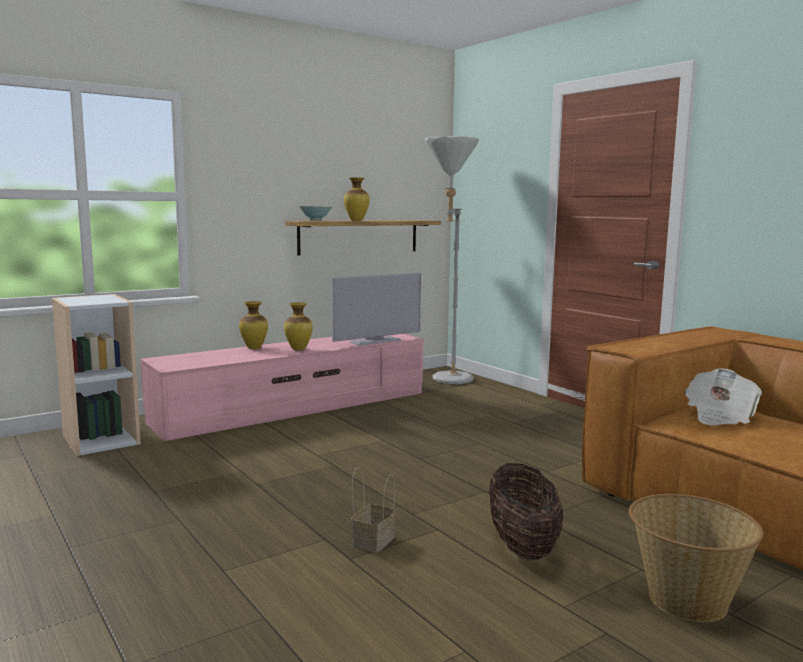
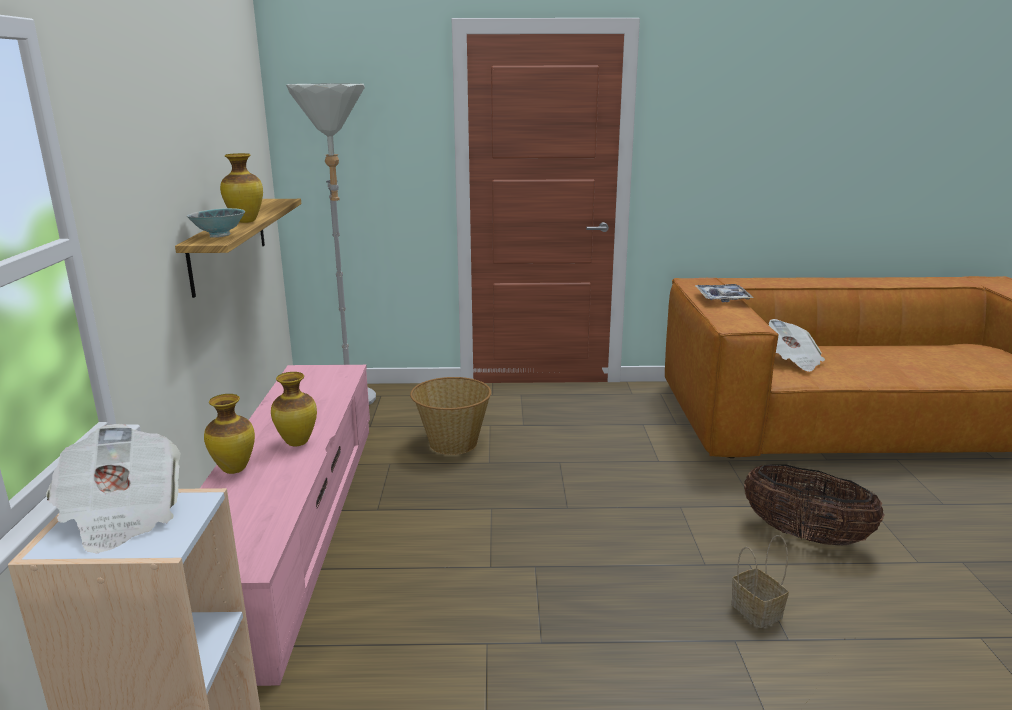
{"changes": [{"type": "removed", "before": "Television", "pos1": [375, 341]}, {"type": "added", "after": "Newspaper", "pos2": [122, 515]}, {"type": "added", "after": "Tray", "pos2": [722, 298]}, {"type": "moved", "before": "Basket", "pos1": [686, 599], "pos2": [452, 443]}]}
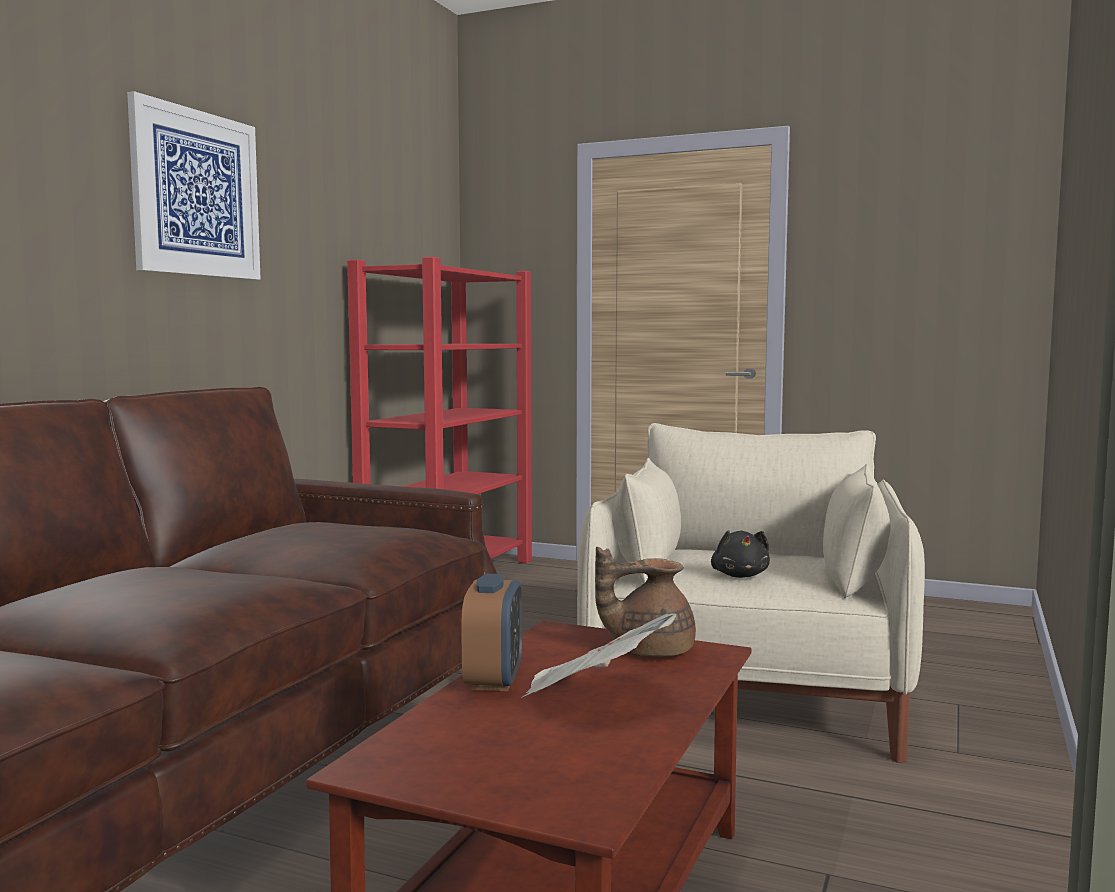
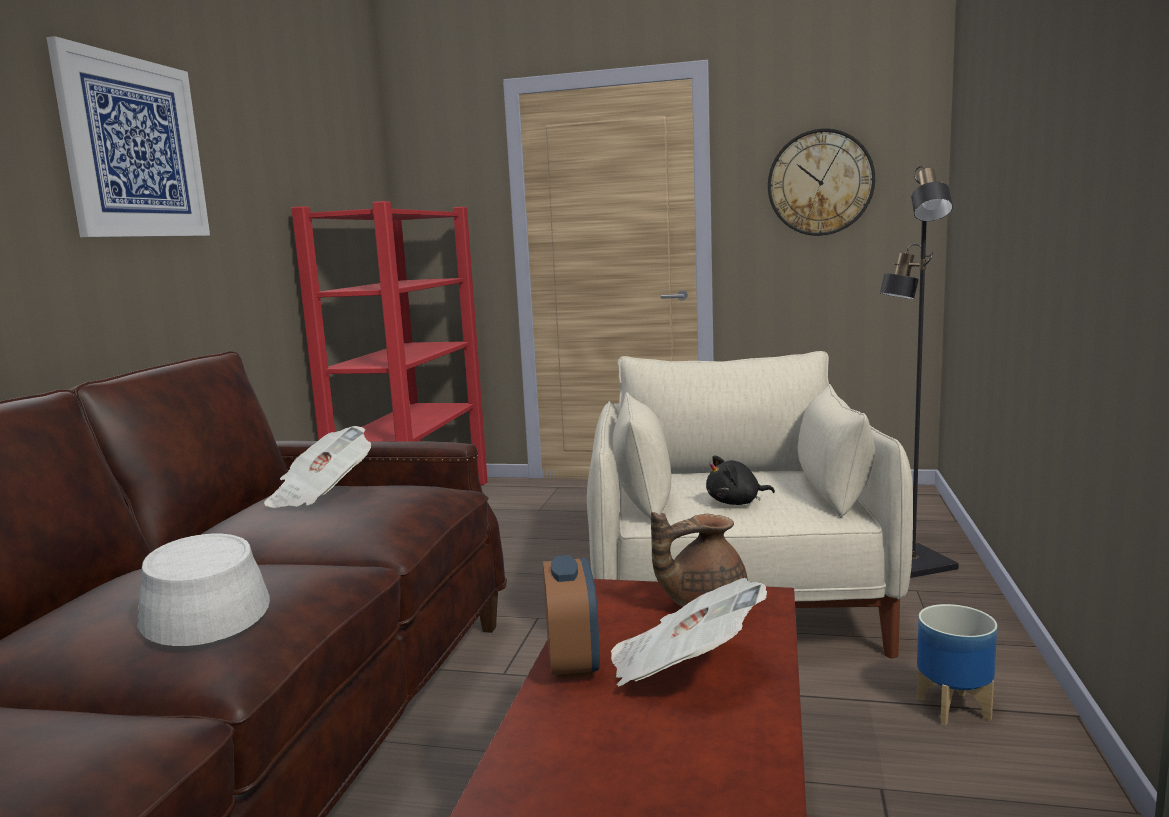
{"changes": [{"type": "added", "after": "GreyHat", "pos2": [203, 607]}, {"type": "added", "after": "Newspaper", "pos2": [321, 495]}, {"type": "added", "after": "WallClock", "pos2": [820, 183]}, {"type": "added", "after": "BlackFloorLamp", "pos2": [912, 563]}, {"type": "added", "after": "Planter", "pos2": [954, 708]}, {"type": "turned", "before": "BlackPlushToy", "pos1": [739, 575], "pos2": [736, 502], "turn": 90}]}
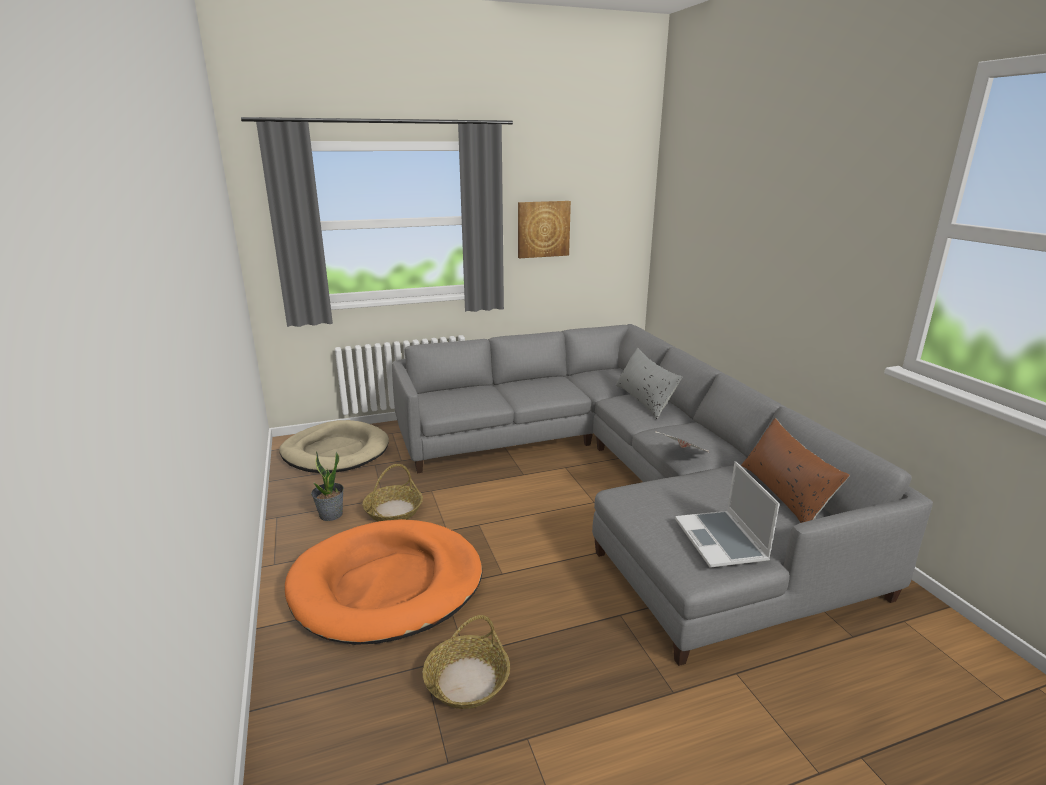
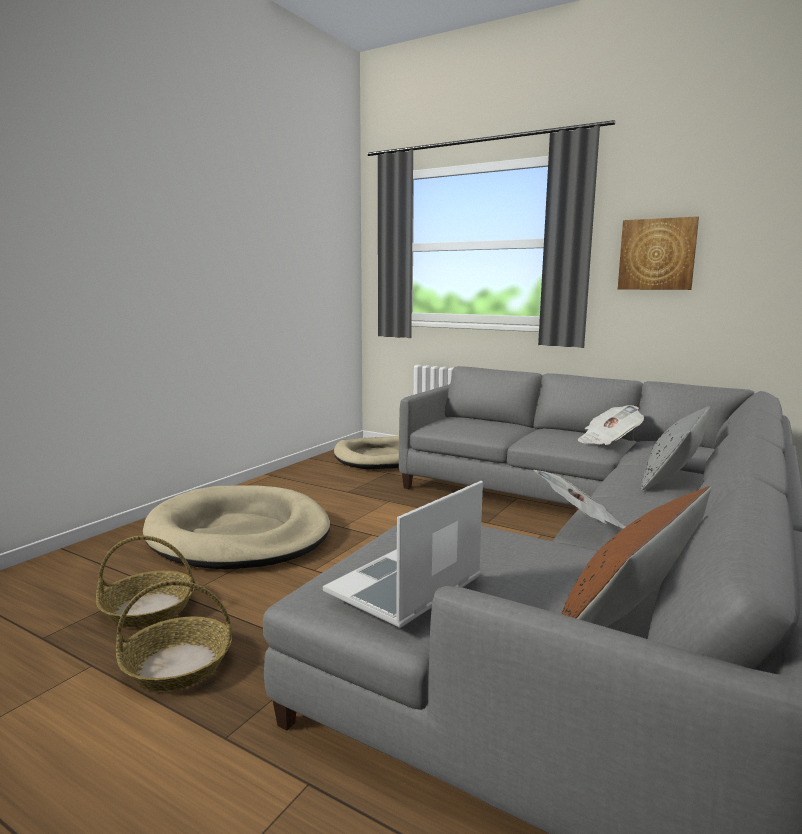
{"changes": [{"type": "removed", "before": "PottedPlant", "pos1": [331, 515]}, {"type": "added", "after": "Newspaper", "pos2": [608, 441]}, {"type": "moved", "before": "Basket", "pos1": [394, 510], "pos2": [178, 665]}, {"type": "recoloured", "before": "OrangeDogBed", "after": "BeigeDogBed", "pos1": [387, 585], "pos2": [239, 534]}]}
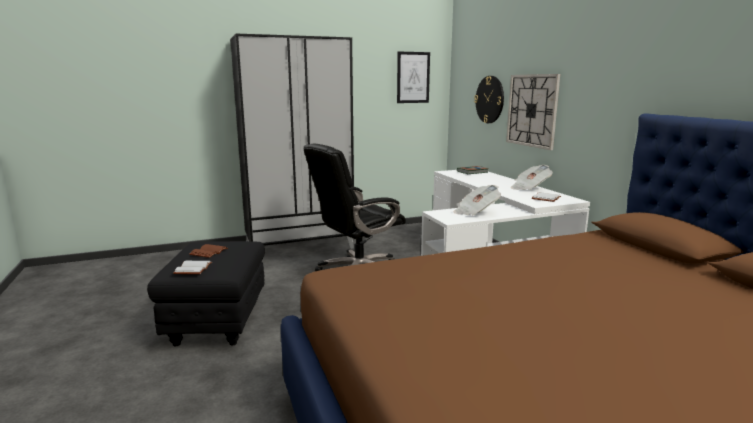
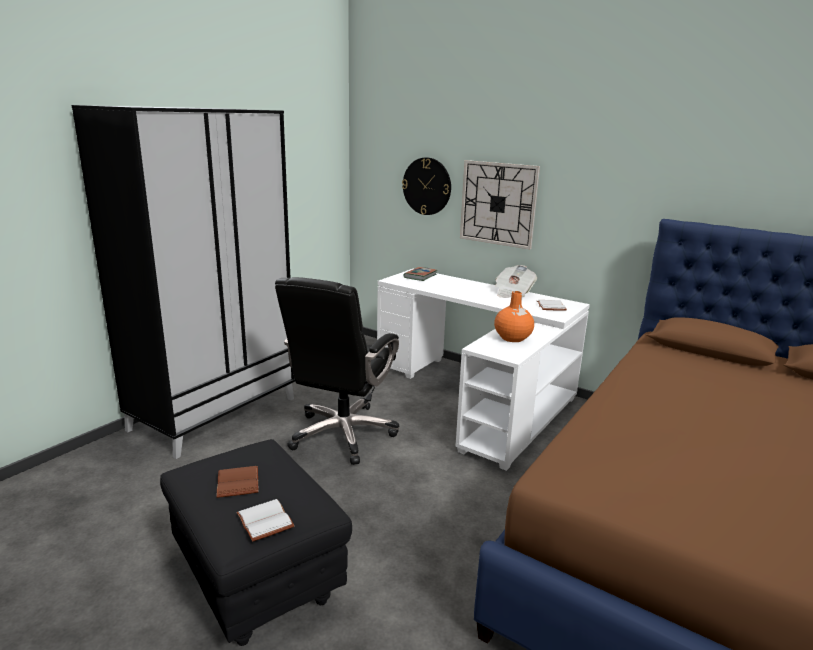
{"changes": [{"type": "removed", "before": "Picture", "pos1": [413, 77]}, {"type": "replaced", "before": "Newspaper", "after": "OrangeVase", "pos1": [475, 212], "pos2": [512, 338]}]}
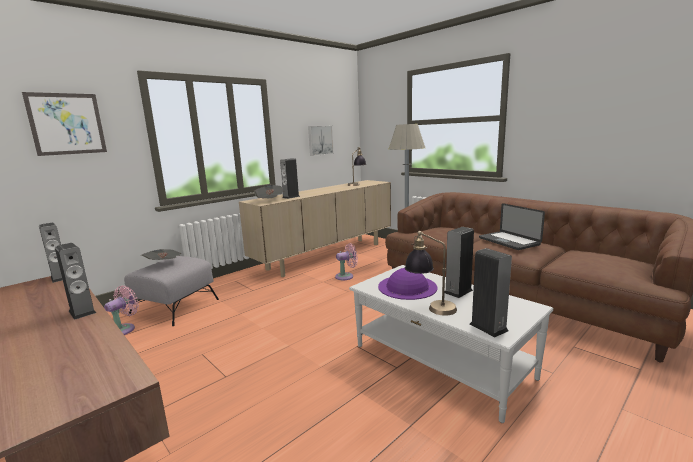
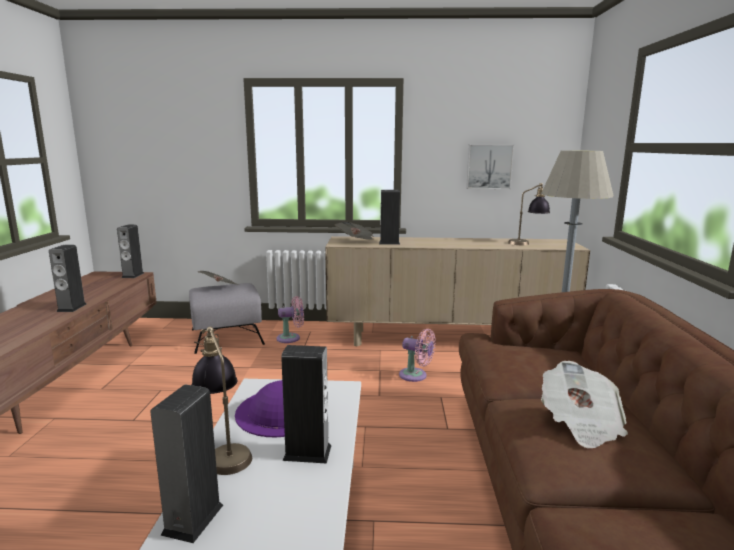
{"changes": [{"type": "removed", "before": "Picture", "pos1": [67, 124]}, {"type": "moved", "before": "PinkFan", "pos1": [124, 329], "pos2": [291, 338]}, {"type": "replaced", "before": "Laptop", "after": "Newspaper", "pos1": [508, 241], "pos2": [580, 424]}]}
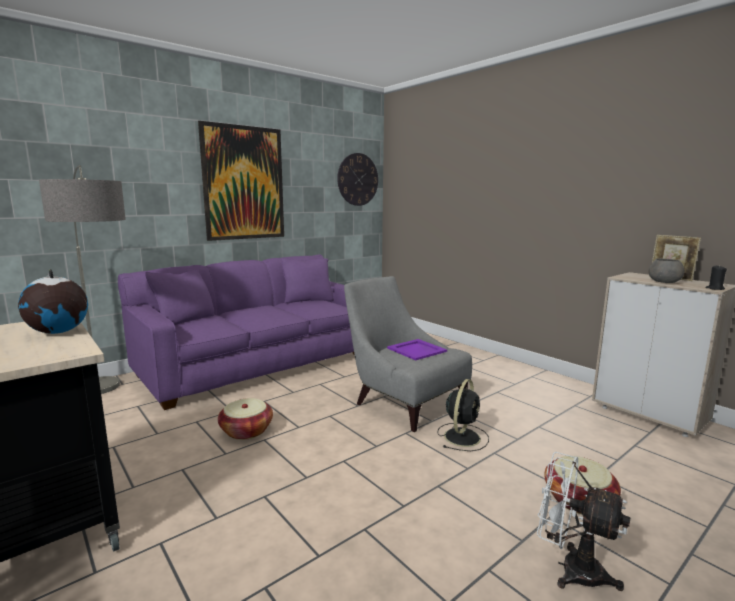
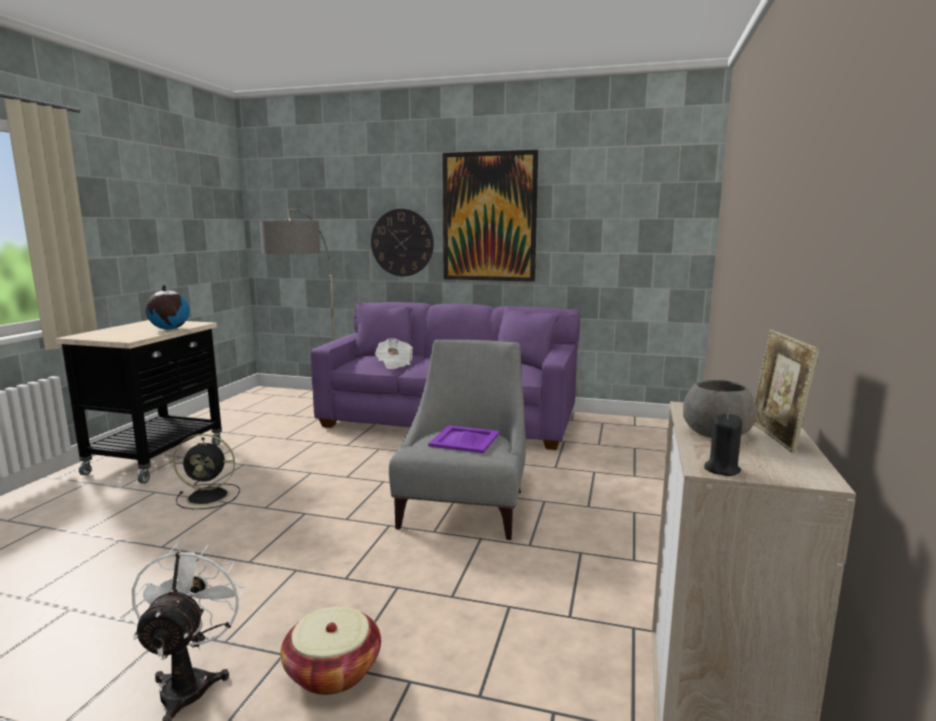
{"changes": [{"type": "removed", "before": "Basket", "pos1": [246, 431]}, {"type": "added", "after": "Newspaper", "pos2": [394, 364]}, {"type": "moved", "before": "WallClock", "pos1": [358, 179], "pos2": [402, 242]}, {"type": "moved", "before": "BlackFan", "pos1": [462, 436], "pos2": [210, 496]}]}
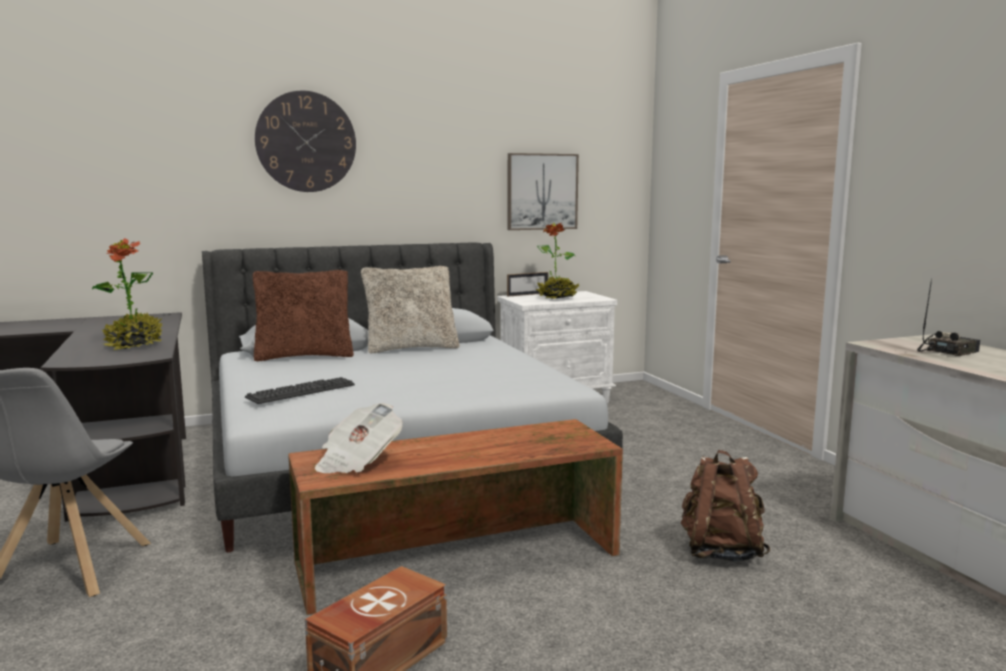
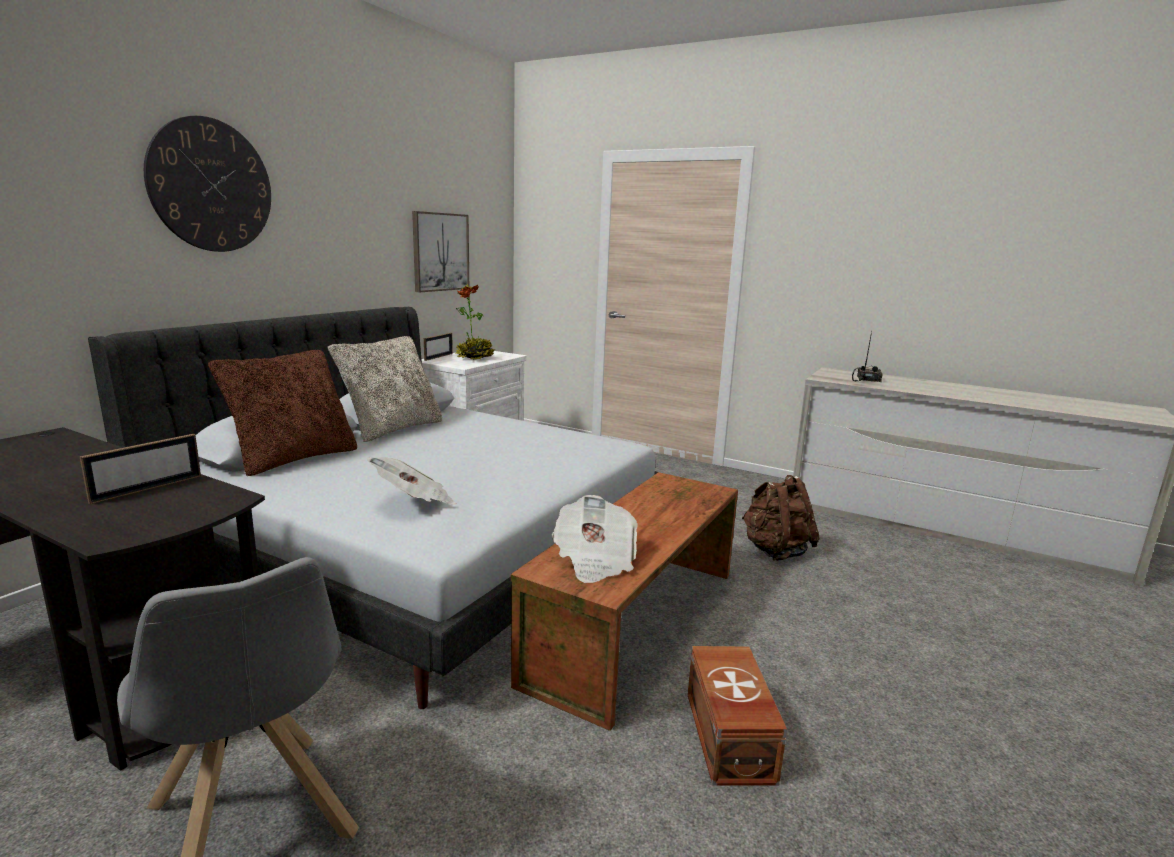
{"changes": [{"type": "replaced", "before": "PottedPlant", "after": "PictureFrame", "pos1": [134, 345], "pos2": [147, 489]}, {"type": "replaced", "before": "Keyboard", "after": "Newspaper", "pos1": [301, 391], "pos2": [414, 501]}]}
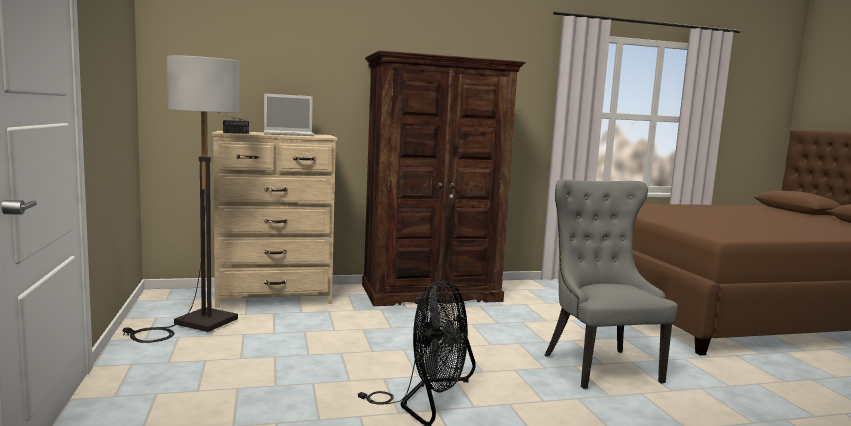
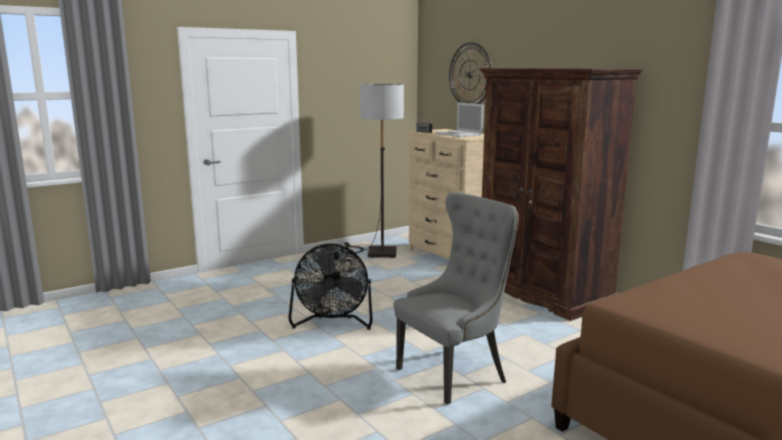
{"changes": [{"type": "added", "after": "WallClock", "pos2": [470, 75]}]}
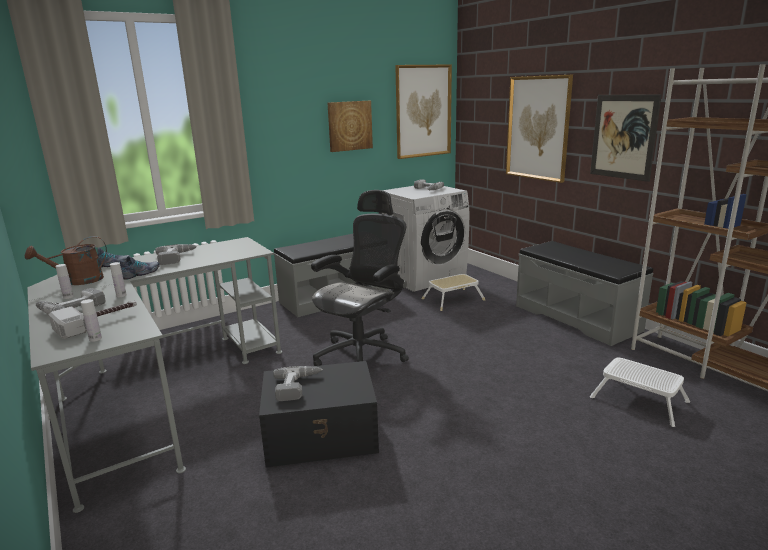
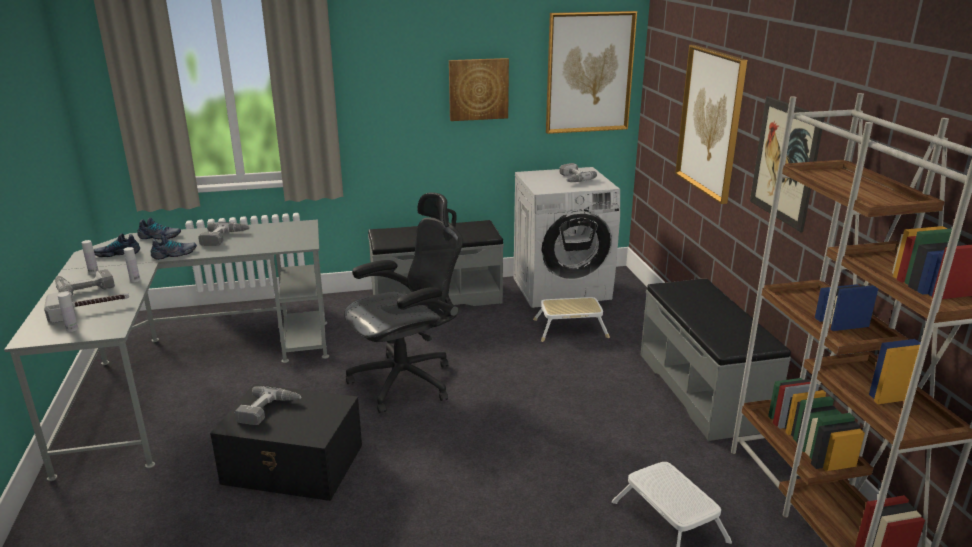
{"changes": [{"type": "replaced", "before": "BrownWateringCan", "after": "Shoe", "pos1": [78, 281], "pos2": [117, 253]}]}
